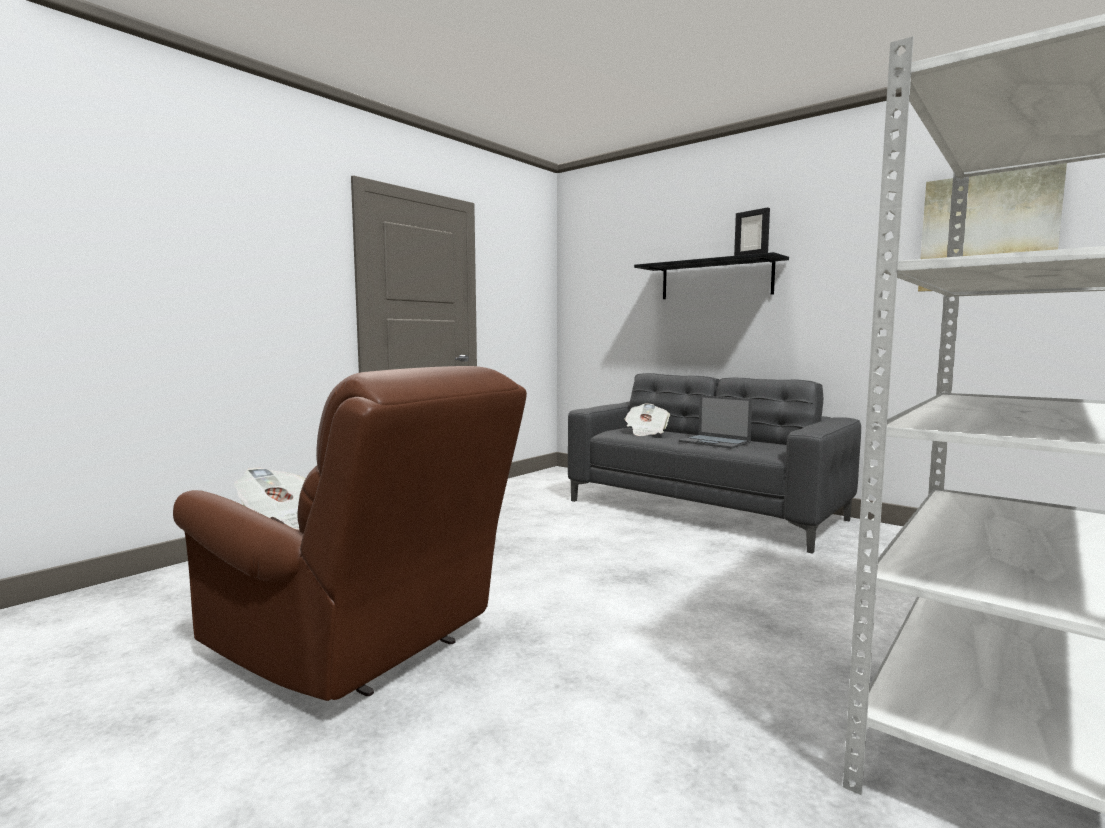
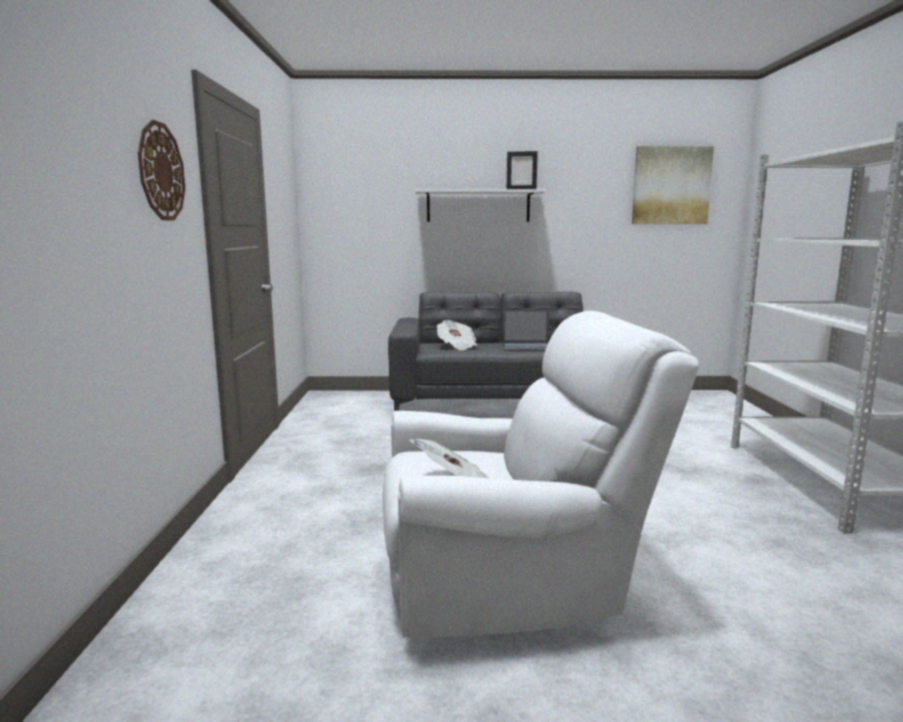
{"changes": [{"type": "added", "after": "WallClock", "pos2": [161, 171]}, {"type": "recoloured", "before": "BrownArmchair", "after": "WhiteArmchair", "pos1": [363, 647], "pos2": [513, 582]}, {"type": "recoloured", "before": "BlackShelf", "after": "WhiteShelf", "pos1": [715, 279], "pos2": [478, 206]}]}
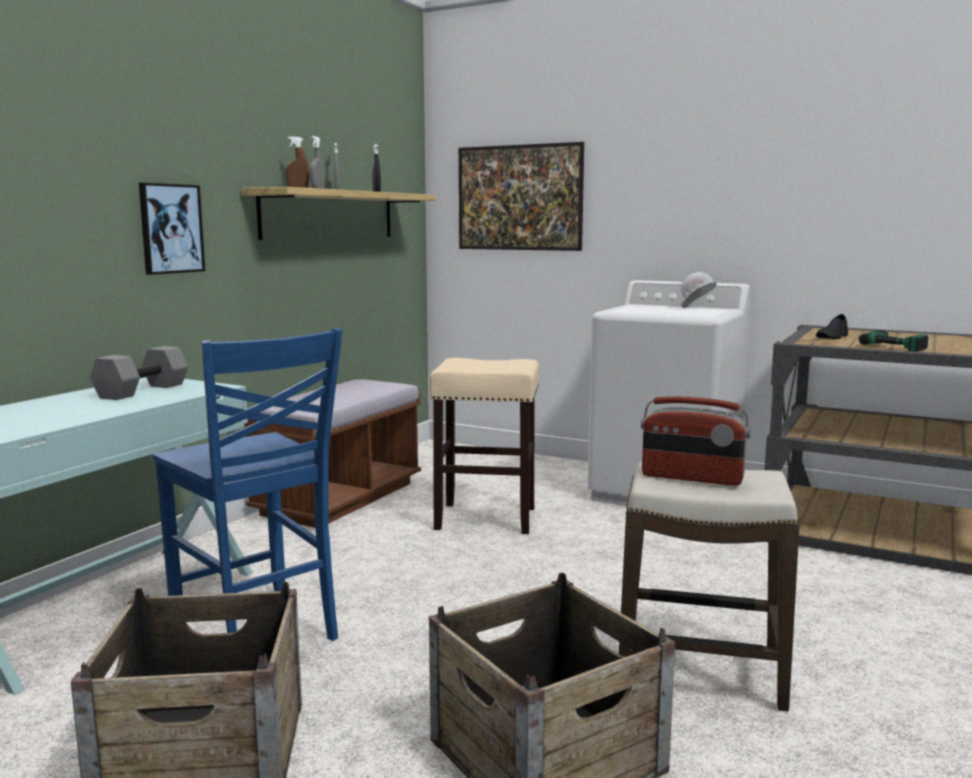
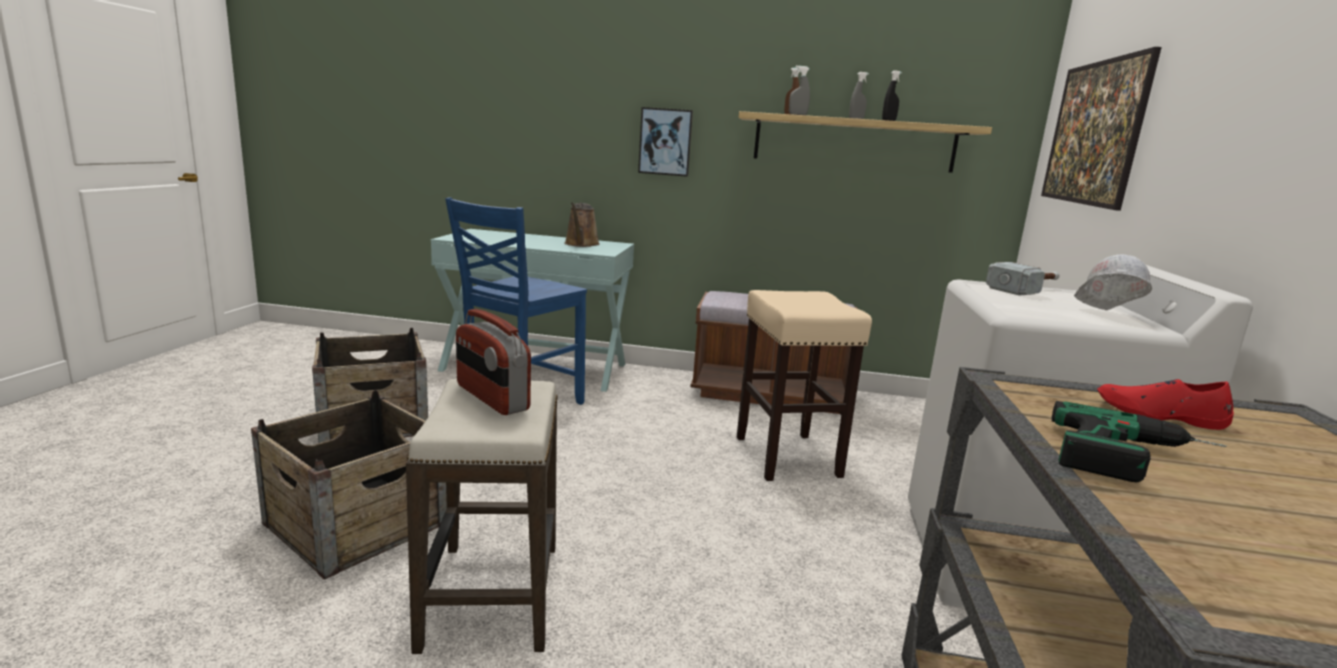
{"changes": [{"type": "added", "after": "Hammer", "pos2": [1028, 290]}, {"type": "replaced", "before": "GreyDumbbell", "after": "BrownWateringCan", "pos1": [142, 390], "pos2": [581, 244]}, {"type": "recoloured", "before": "BlackShoe", "after": "RedShoe", "pos1": [832, 337], "pos2": [1159, 415]}, {"type": "turned", "before": "Radio", "pos1": [692, 478], "pos2": [491, 398], "turn": -45}]}
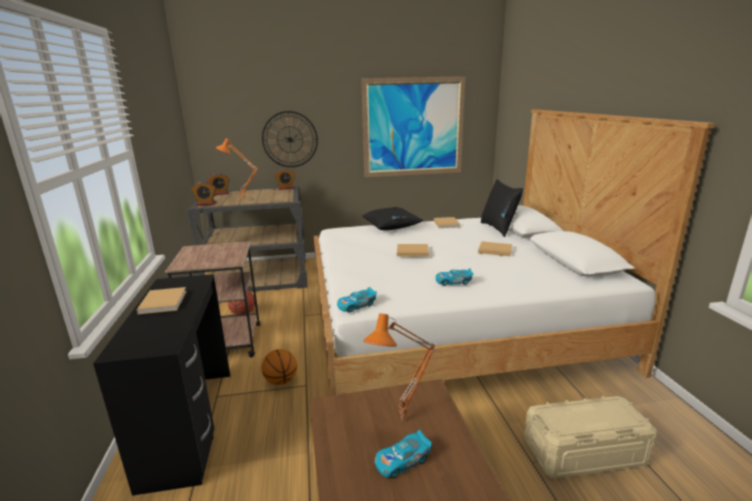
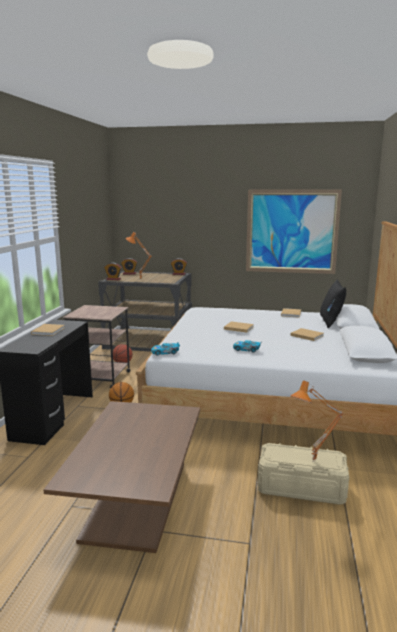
{"changes": [{"type": "removed", "before": "WallClock", "pos1": [290, 139]}, {"type": "removed", "before": "BlackPillow", "pos1": [391, 227]}, {"type": "removed", "before": "ToyCar", "pos1": [402, 461]}, {"type": "moved", "before": "OrangeTableLamp", "pos1": [404, 421], "pos2": [314, 462]}]}
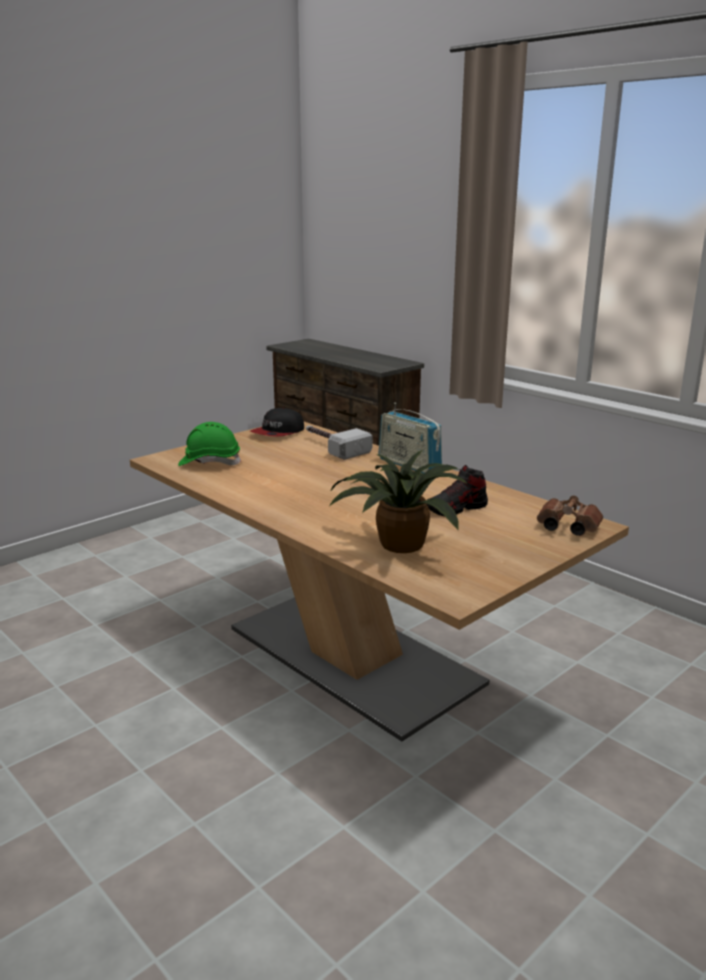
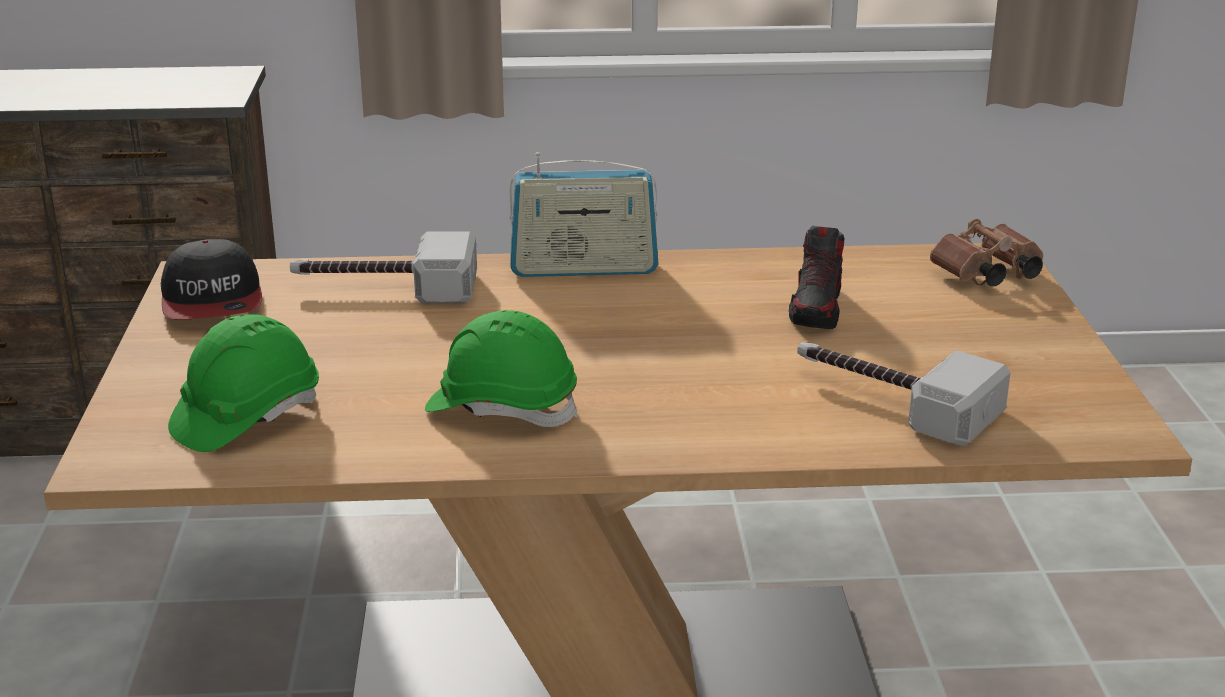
{"changes": [{"type": "added", "after": "GreenHardHat", "pos2": [502, 408]}, {"type": "replaced", "before": "PottedPlant", "after": "Hammer", "pos1": [397, 544], "pos2": [890, 400]}]}
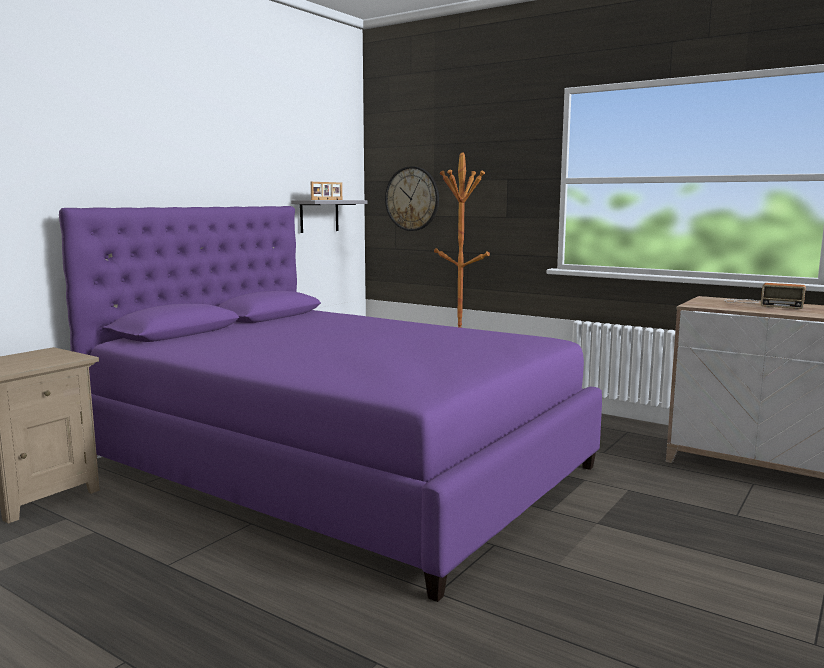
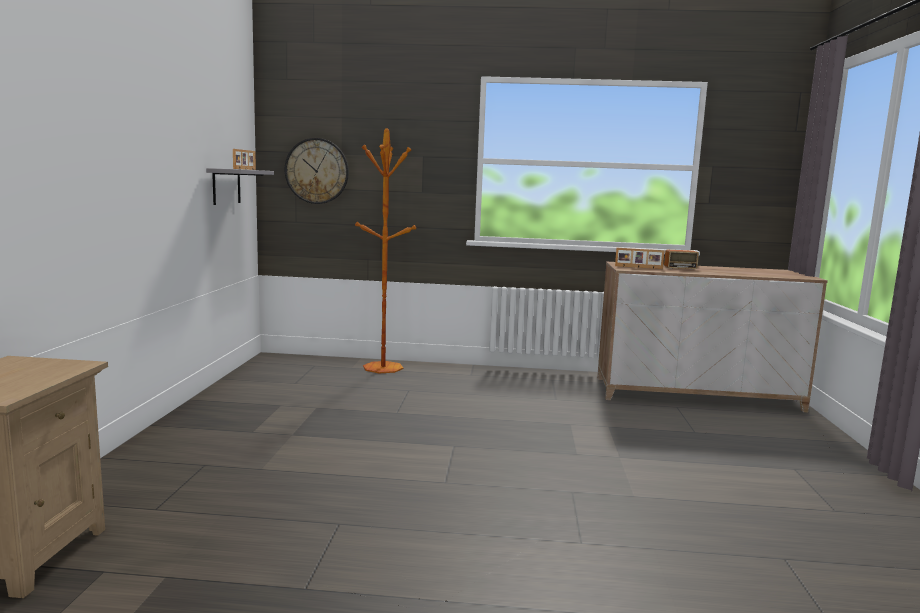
{"changes": [{"type": "removed", "before": "PurpleBed", "pos1": [339, 467]}, {"type": "added", "after": "PictureFrame", "pos2": [638, 267]}]}
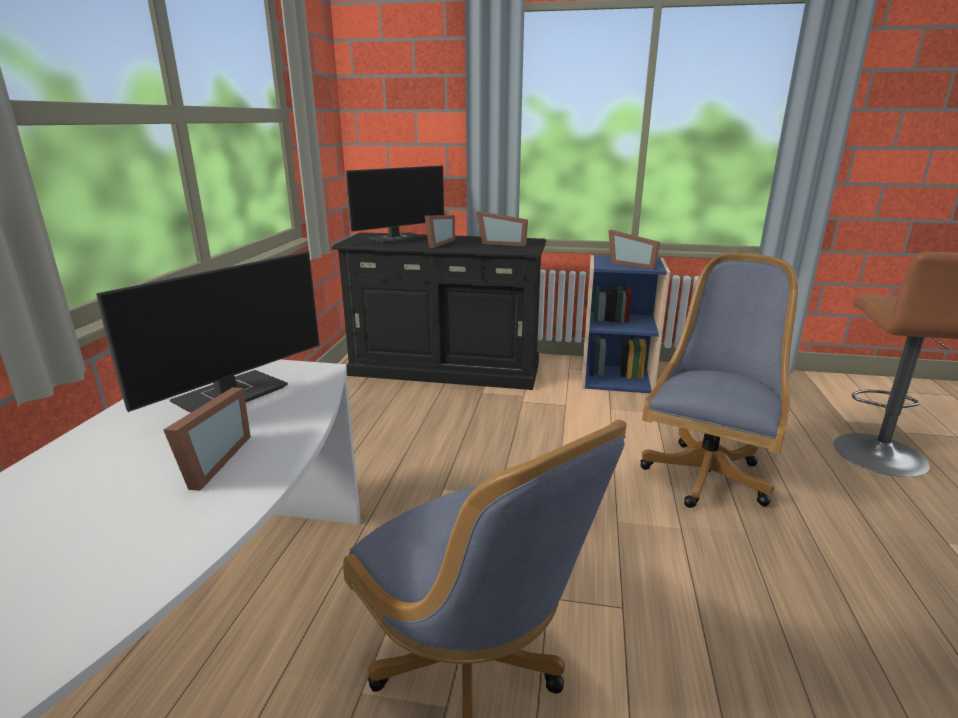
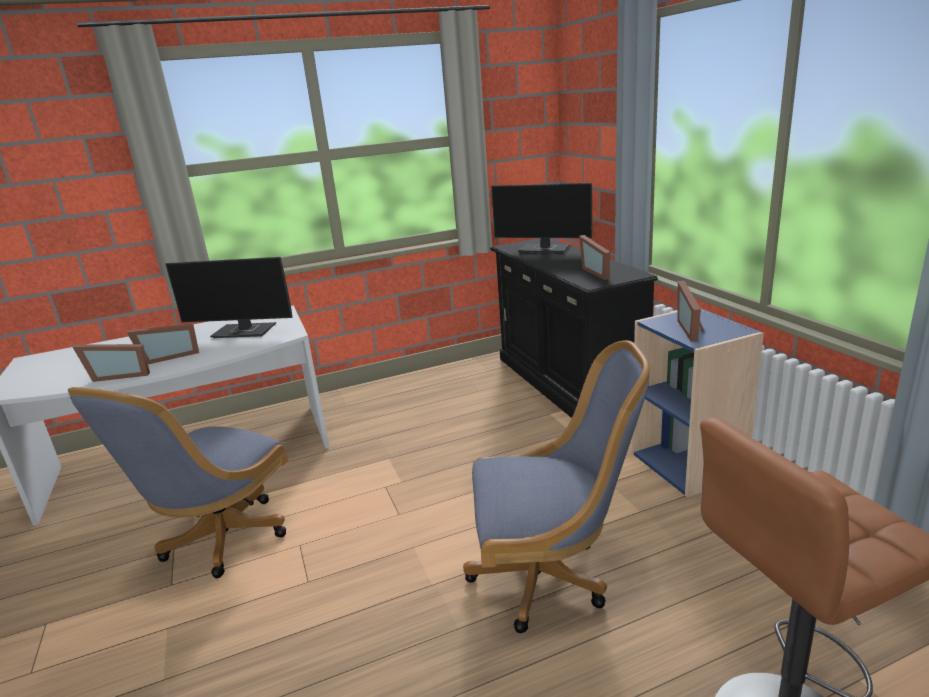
{"changes": [{"type": "moved", "before": "PictureFrame", "pos1": [437, 243], "pos2": [120, 375]}]}
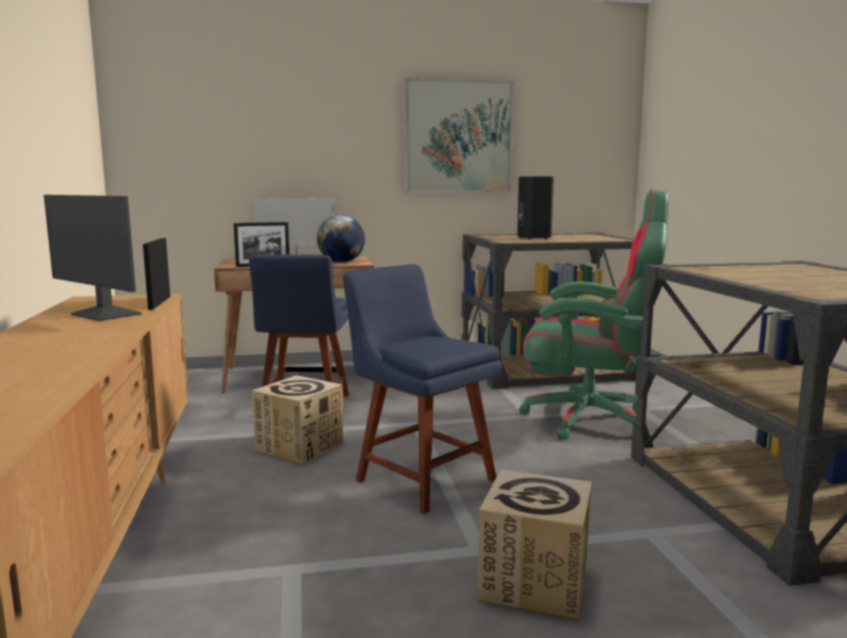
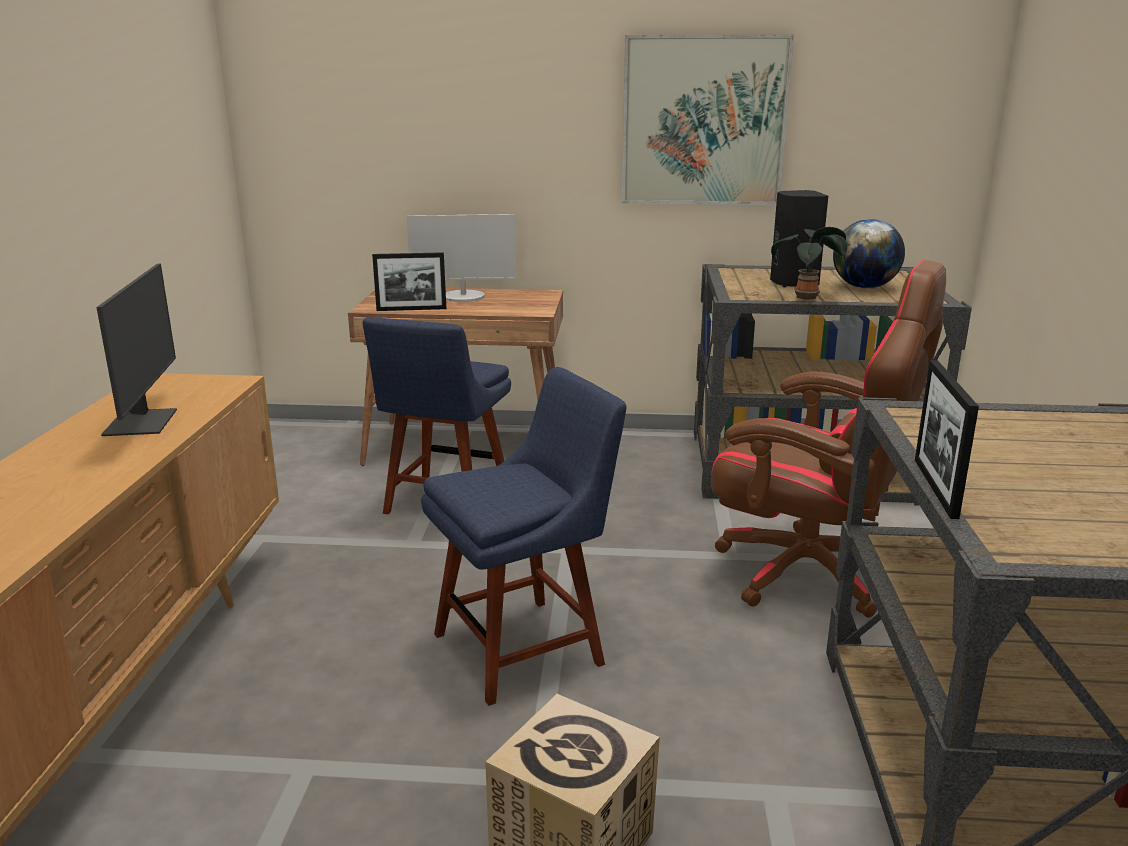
{"changes": [{"type": "removed", "before": "CardboardBox", "pos1": [300, 447]}, {"type": "added", "after": "PottedPlant", "pos2": [808, 297]}, {"type": "moved", "before": "PictureFrame", "pos1": [159, 302], "pos2": [935, 487]}, {"type": "moved", "before": "Globe", "pos1": [341, 262], "pos2": [864, 287]}, {"type": "recoloured", "before": "GreenOfficeChair", "after": "BrownOfficeChair", "pos1": [586, 419], "pos2": [805, 572]}, {"type": "turned", "before": "Monitor", "pos1": [104, 314], "pos2": [143, 422], "turn": -150}, {"type": "turned", "before": "BlueChair", "pos1": [421, 478], "pos2": [526, 646], "turn": 90}]}
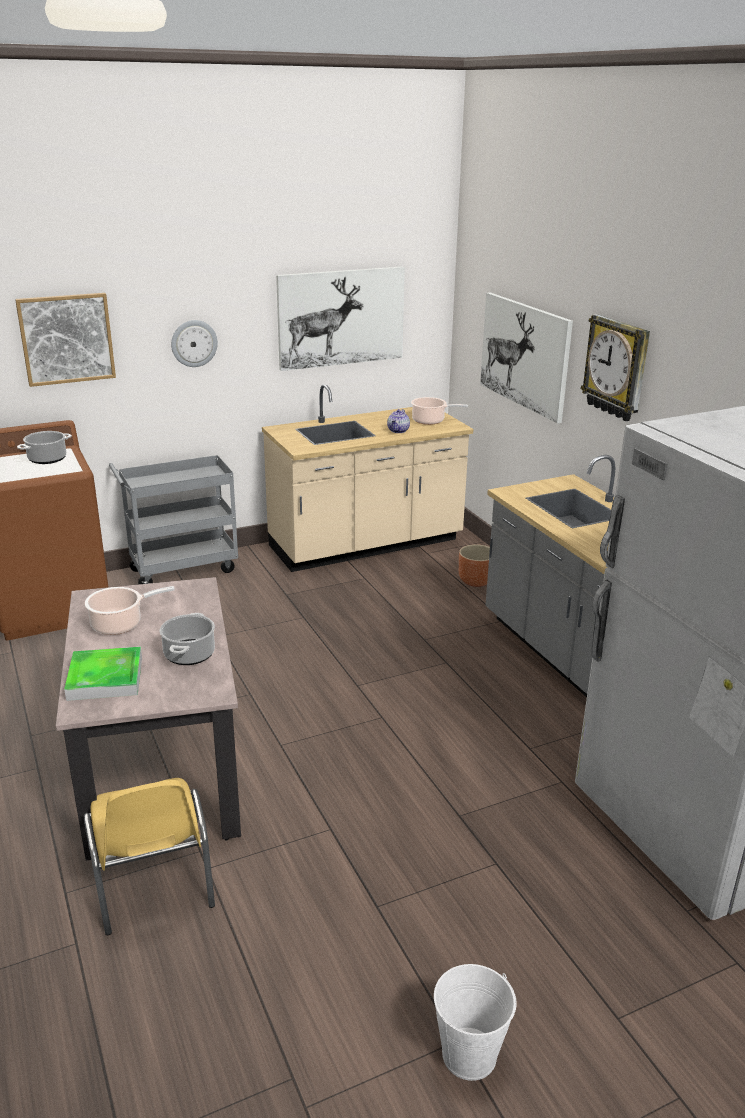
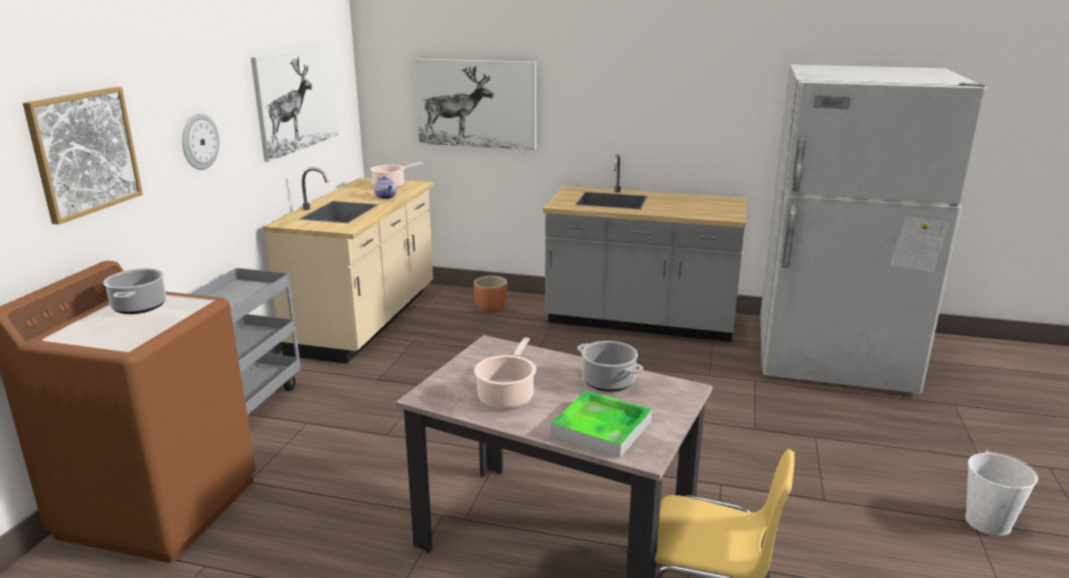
{"changes": [{"type": "removed", "before": "WallClock", "pos1": [617, 368]}]}
